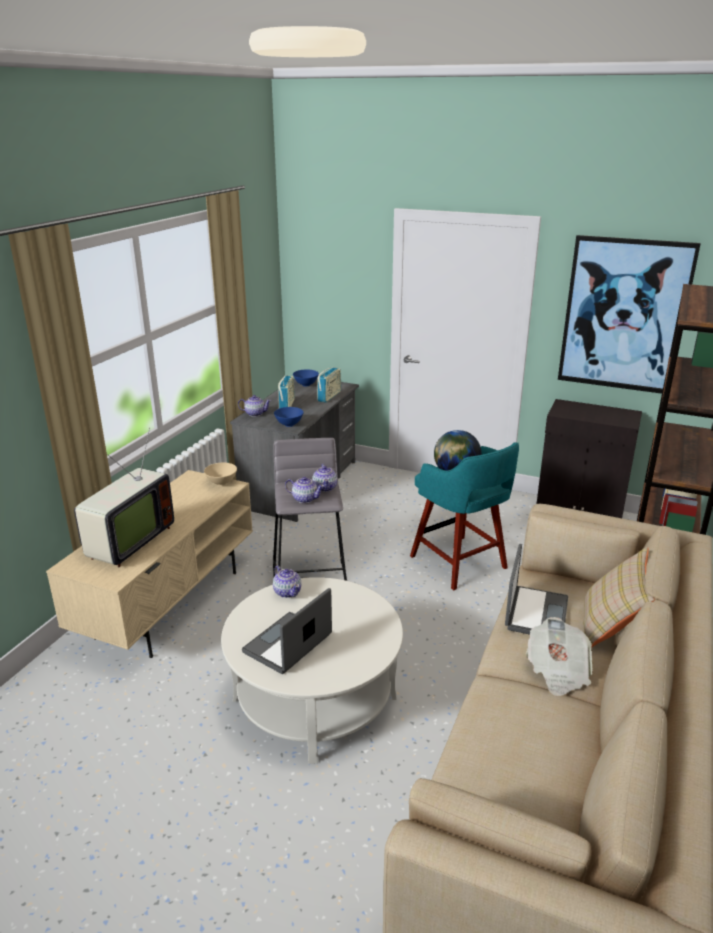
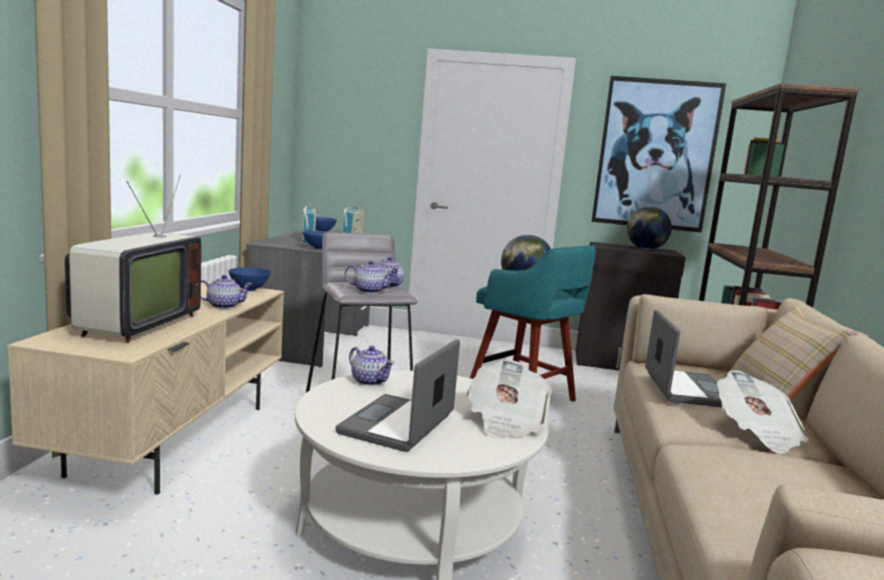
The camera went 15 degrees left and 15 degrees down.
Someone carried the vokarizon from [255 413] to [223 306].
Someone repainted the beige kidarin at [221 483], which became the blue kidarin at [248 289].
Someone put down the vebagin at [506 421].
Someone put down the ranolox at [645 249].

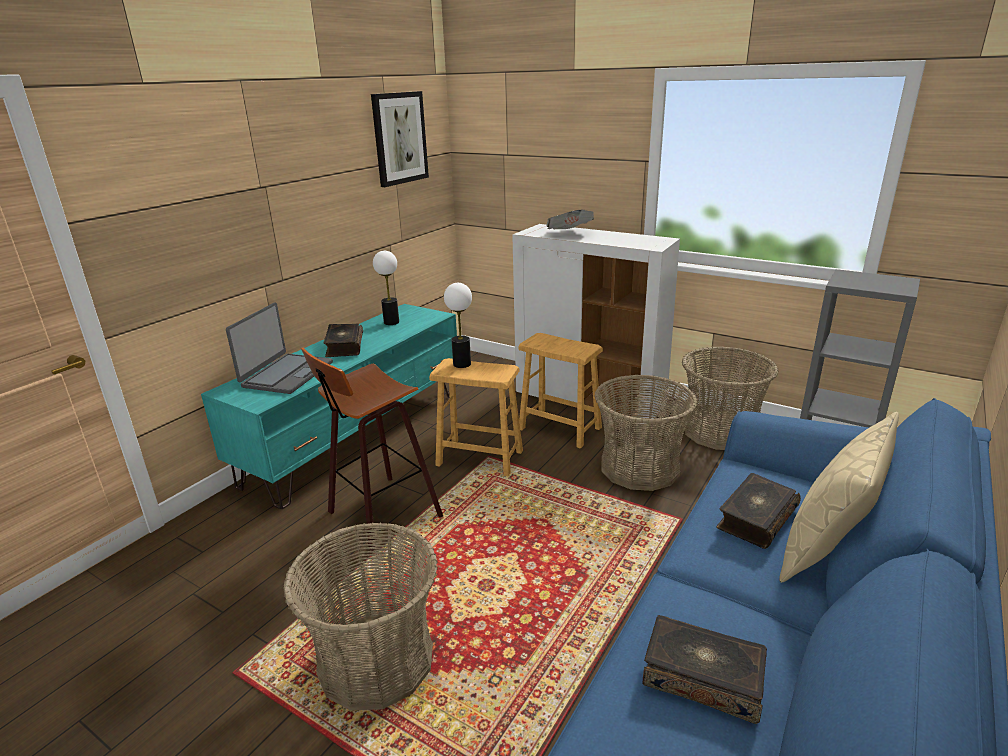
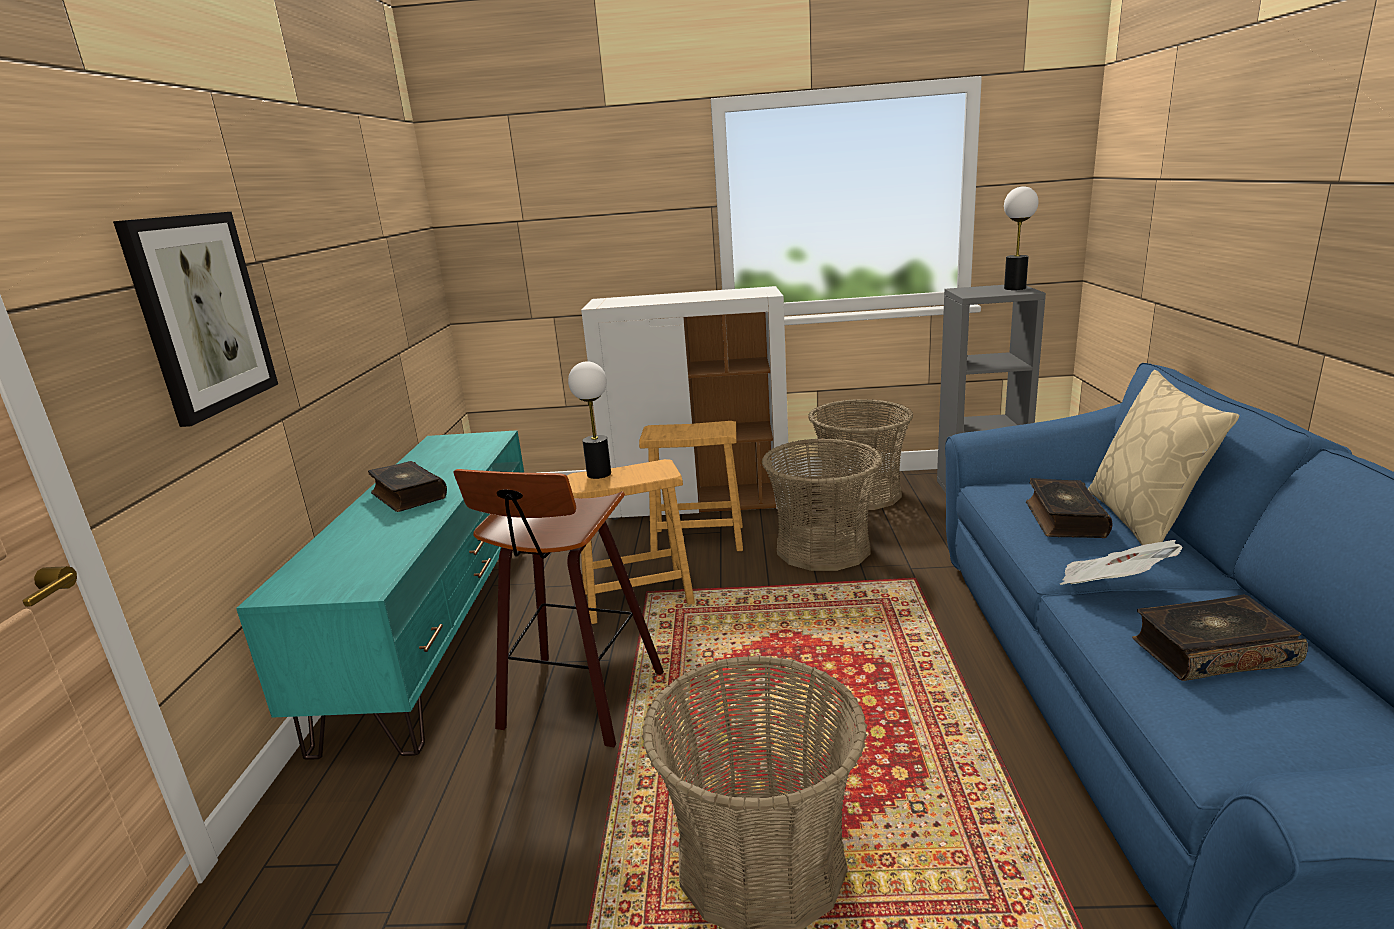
The camera went 30 degrees left and 5 degrees down.
Someone carried the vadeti from [399 138] to [201 314].
Someone carried the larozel from [391 322] to [1015 288].
Someone carried the vebagin from [569 234] to [1111 587].
Someone took away the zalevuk at [286 374].

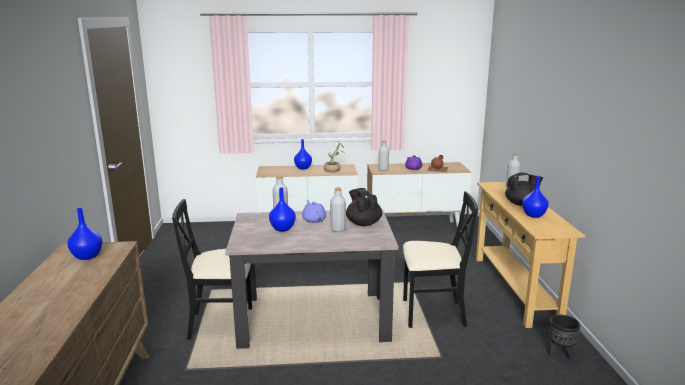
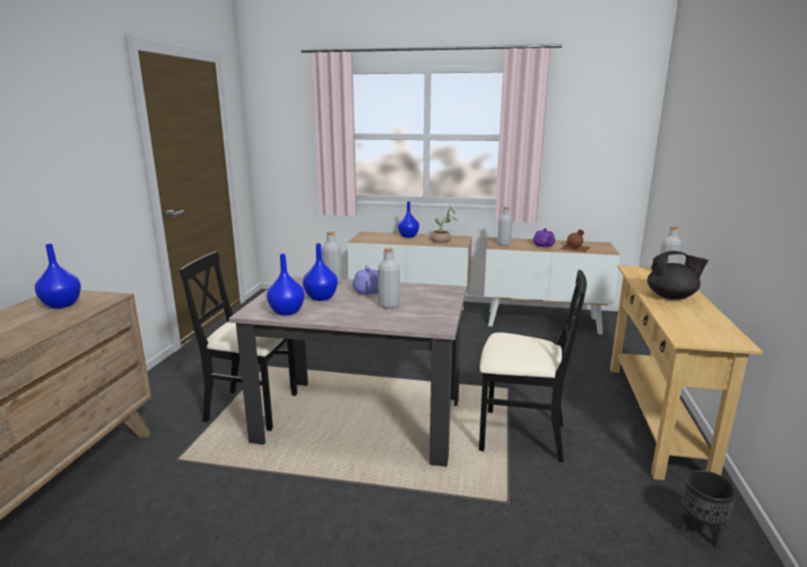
The camera went 15 degrees right and 0 degrees up.
Someone carried the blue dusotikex from [534 215] to [287 312].
Someone took away the black vokarizon at [363 223].

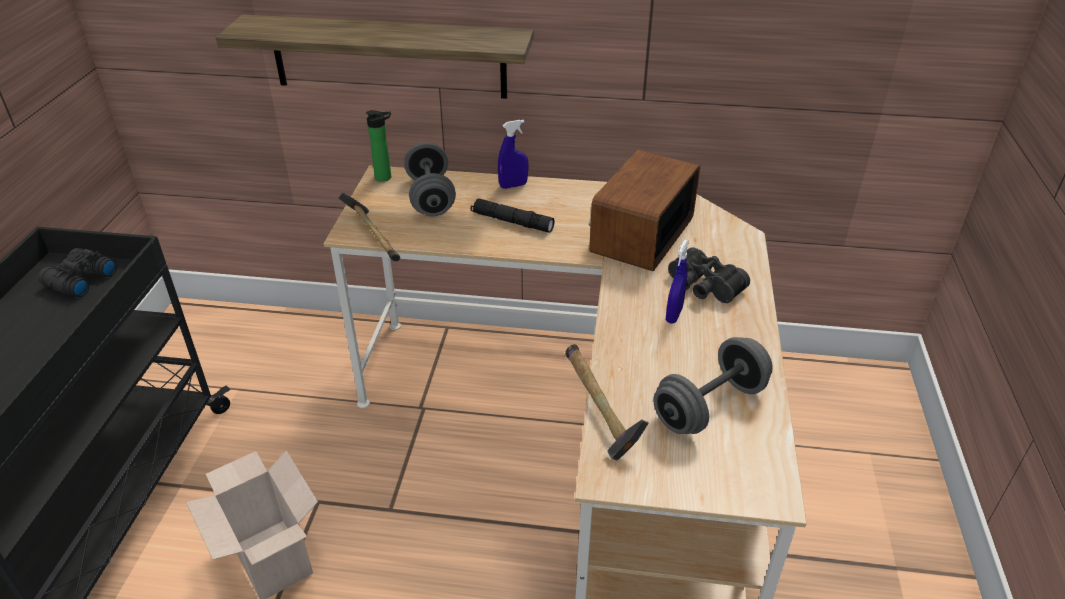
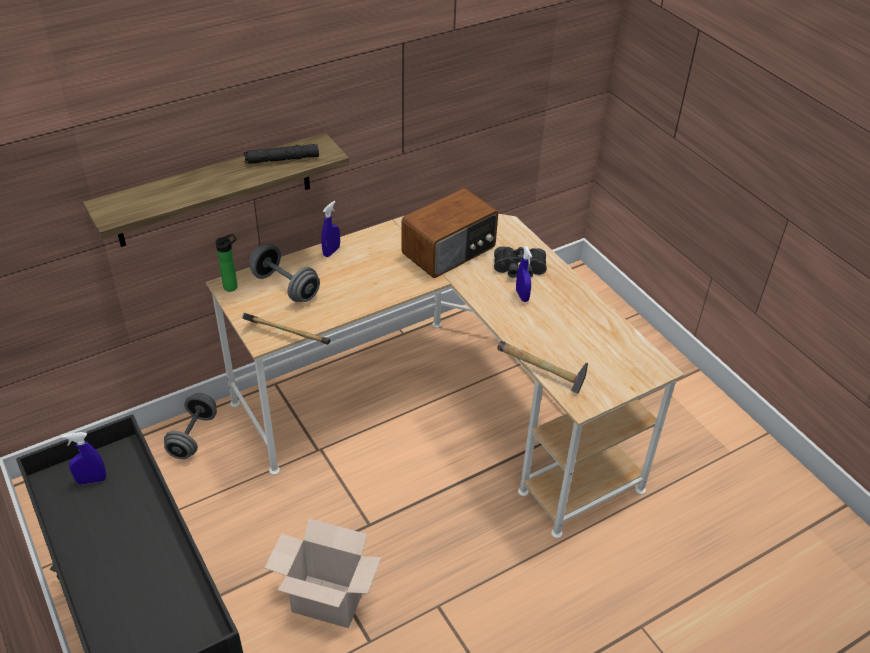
The camera went 40 degrees left and 5 degrees up.
Someone swapped the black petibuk at [79 280] for the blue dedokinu at [91 480].
Someone carried the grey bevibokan from [709 406] to [193 436].
Someone carried the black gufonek from [512 222] to [282 159].
Someone rotated the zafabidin at [640 234] by 120 degrees counterclockwise.

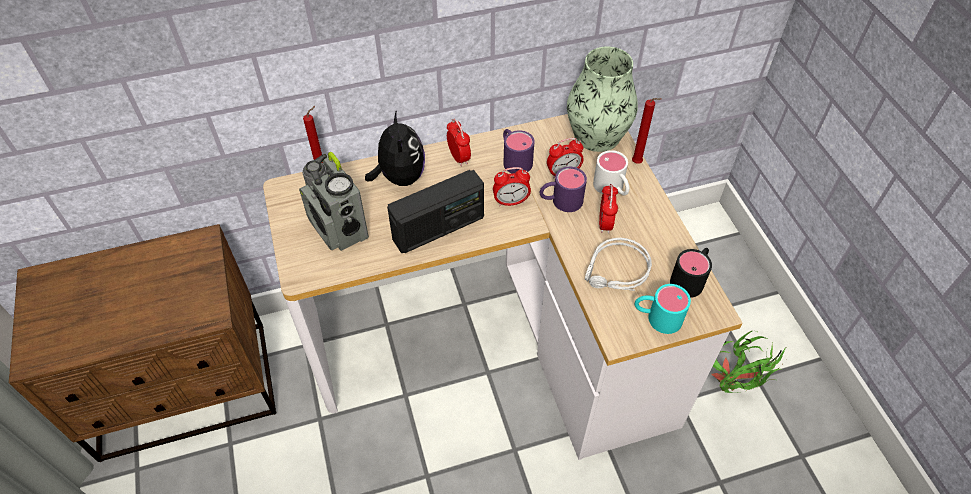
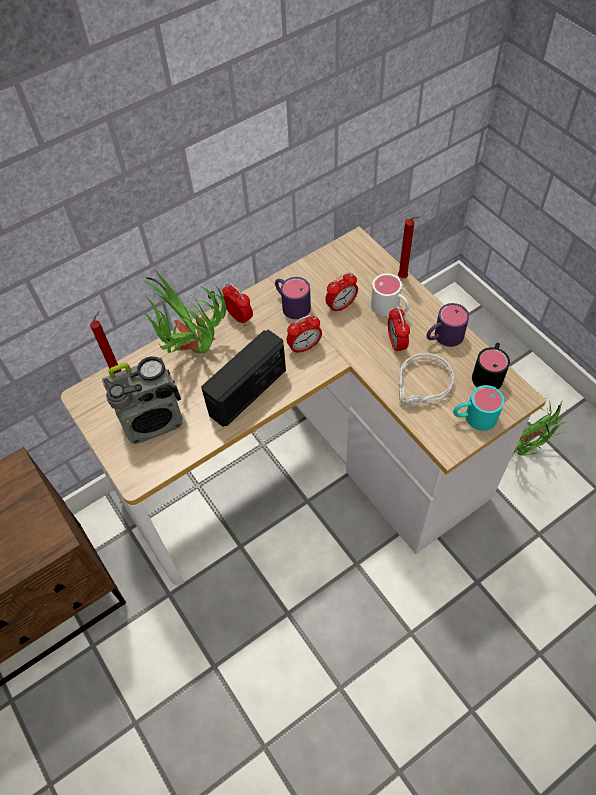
The camera went 15 degrees left and 5 degrees up.
Someone rotated the zafabidin at [339 229] by 60 degrees counterclockwise.
Someone swapped the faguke at [400 177] for the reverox at [191 352].
Someone carried the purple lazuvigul from [560 201] to [443 337].
Someone took away the dusotikex at [597 135].

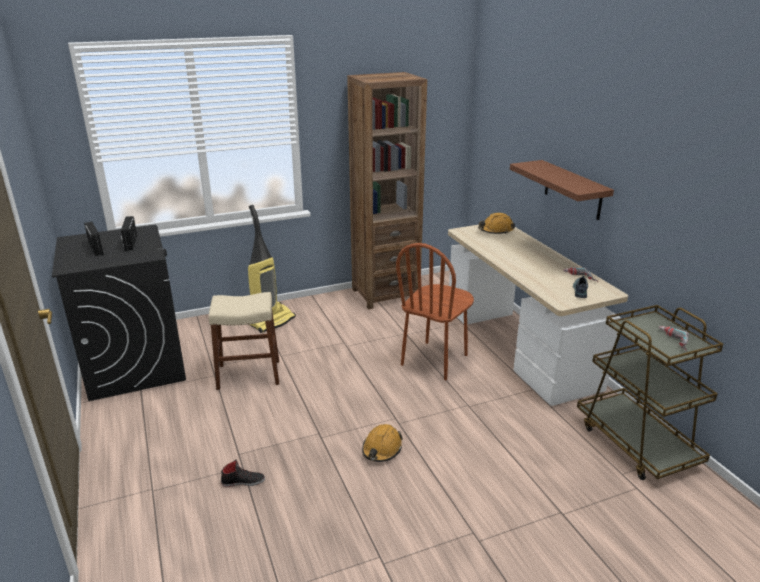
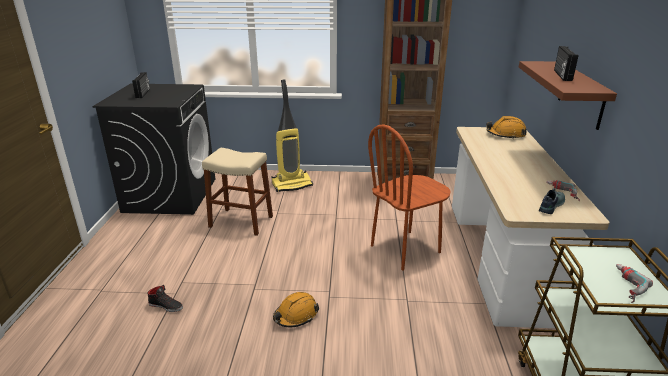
The camera went 25 degrees right and 0 degrees up.
Someone carried the zafabidin from [130 243] to [561 75].

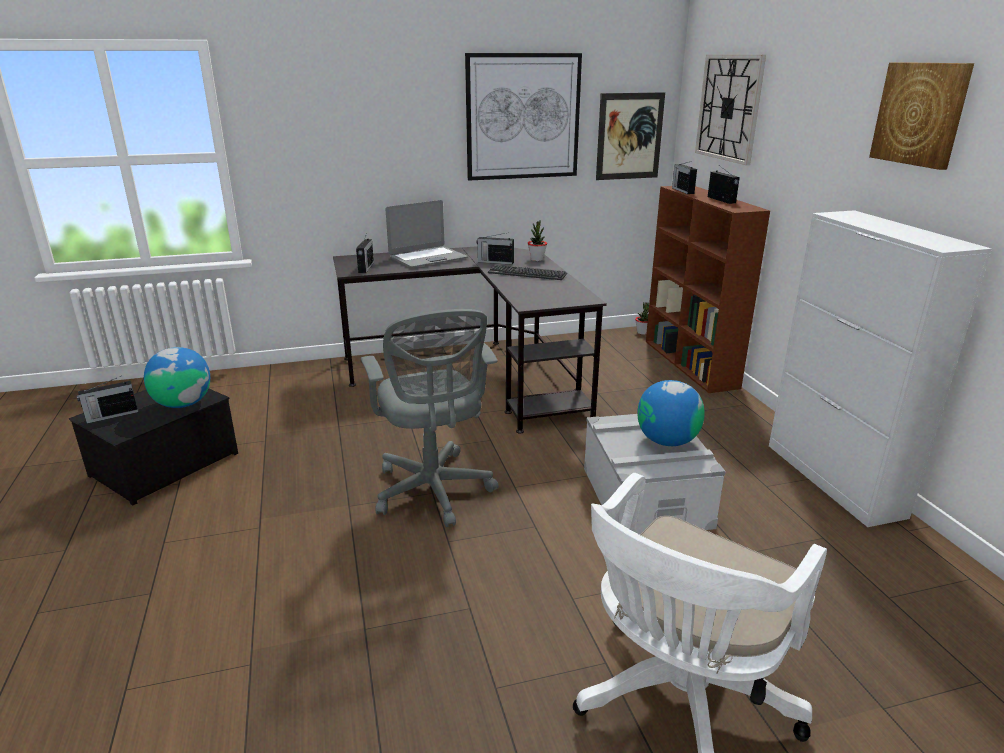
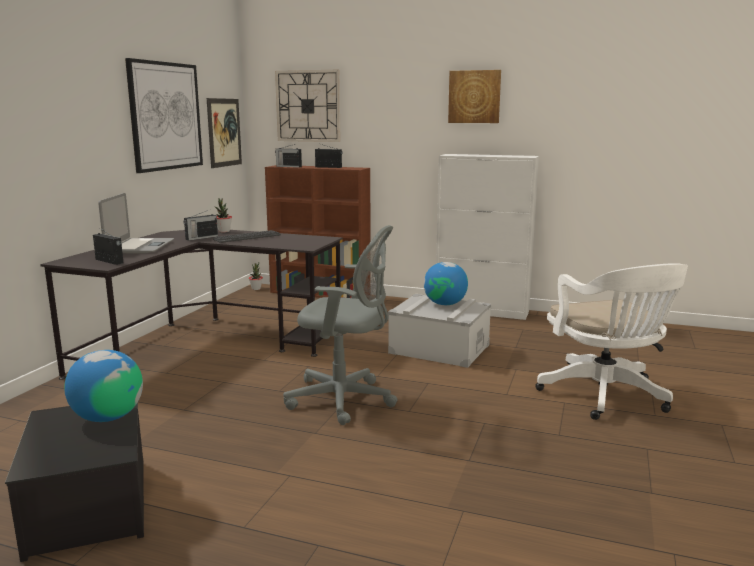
The camera went 55 degrees left and 10 degrees down.
Someone took away the zafabidin at [111 416].

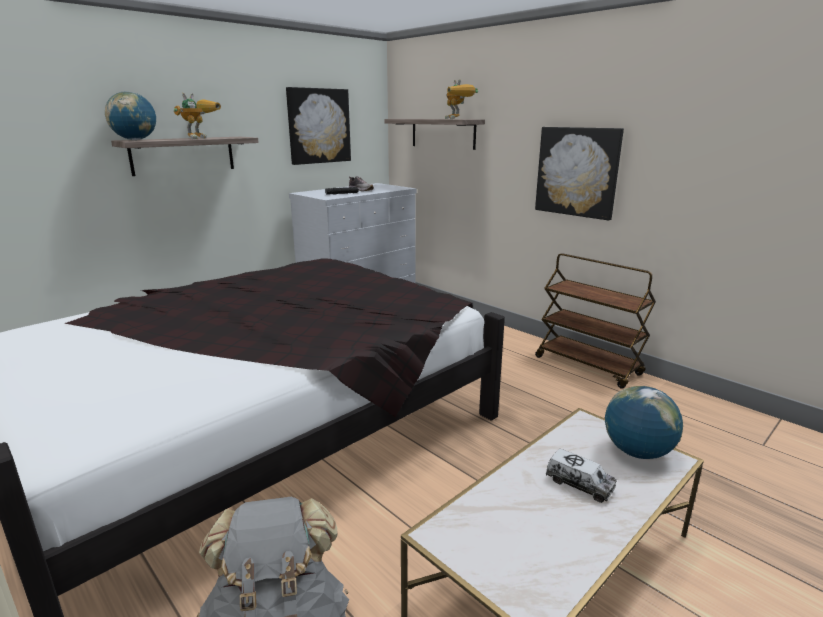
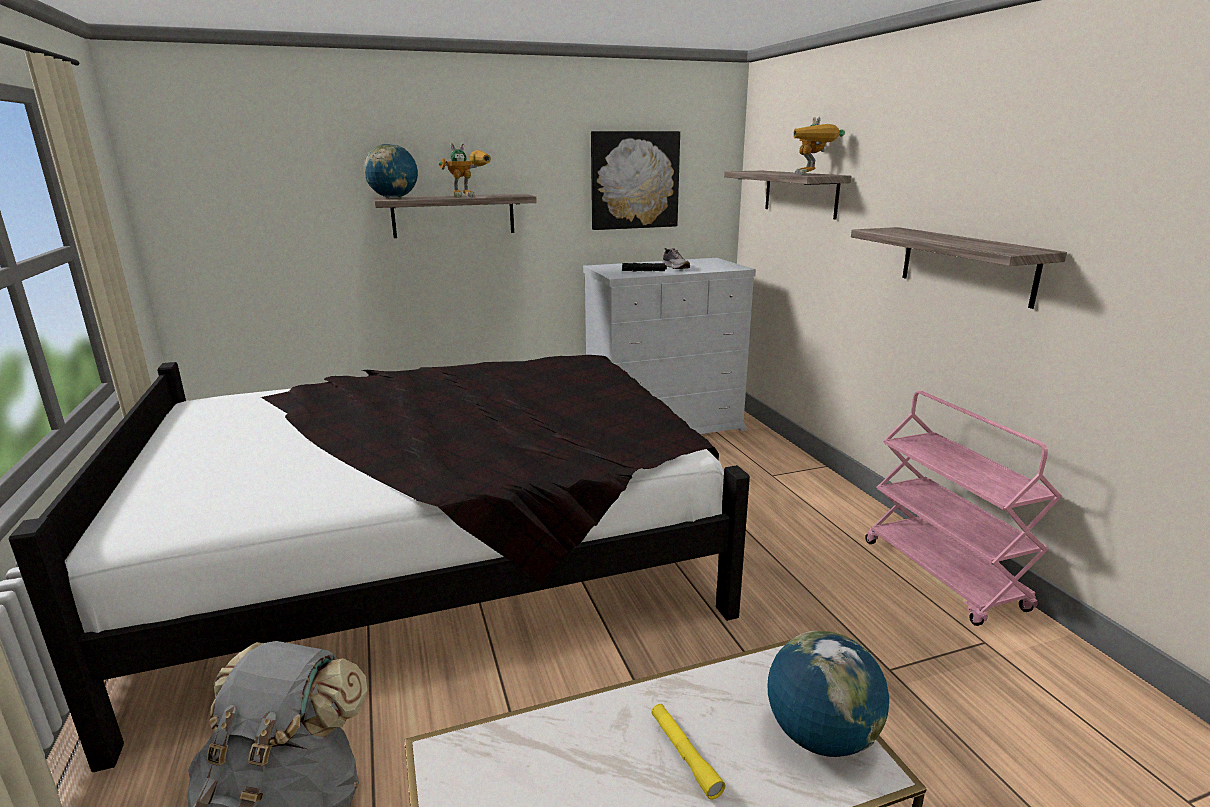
The camera went 25 degrees right and 0 degrees up.
Someone swapped the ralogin at [579 484] for the yellow gufonek at [684 755].
Someone swapped the vadeti at [577 172] for the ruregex at [966 265].
Someone repainted the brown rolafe at [588 366], which became the pink rolafe at [944 575].

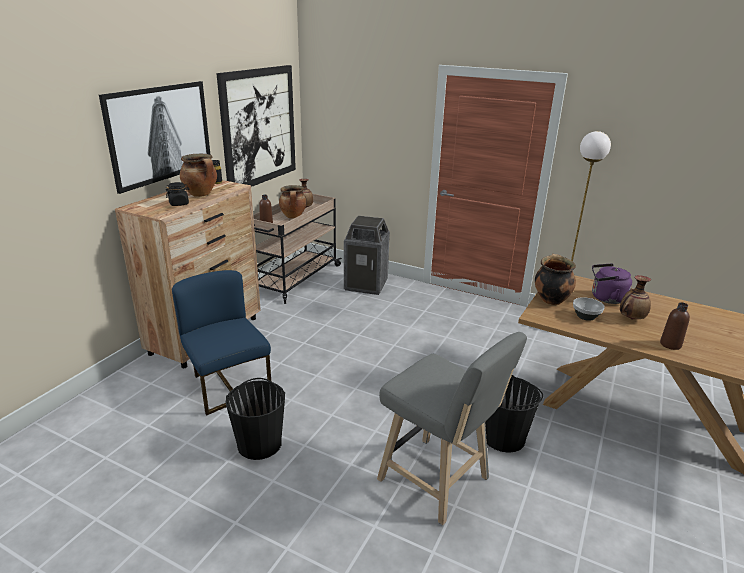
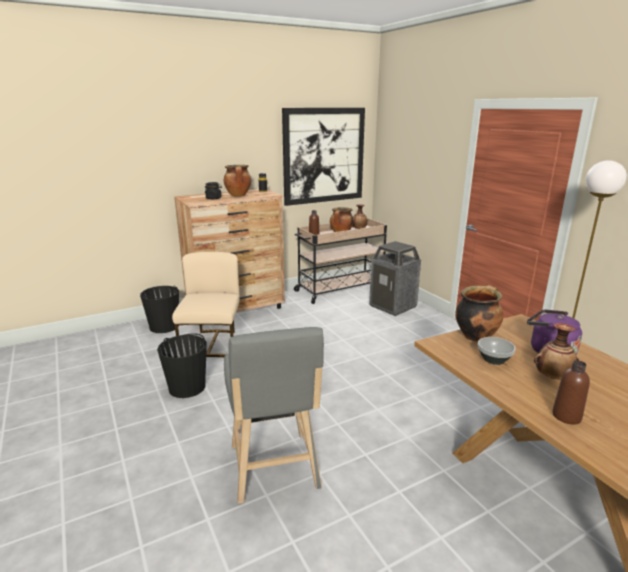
The camera went 35 degrees right and 5 degrees down.
Someone carried the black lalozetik from [504 437] to [164 326].
Someone repainted the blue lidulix at [227 385], which became the beige lidulix at [212 344].
Someone took away the vadeti at [160 133].

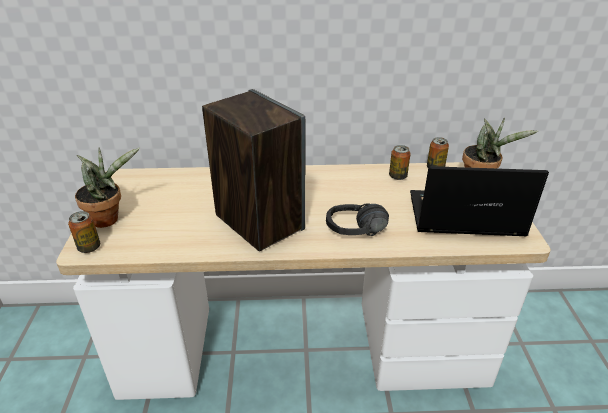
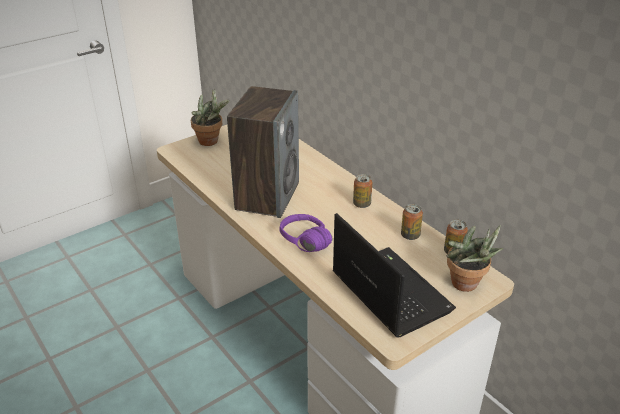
The camera went 55 degrees right and 0 degrees up.
Someone repainted the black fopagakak at [358 235], which became the purple fopagakak at [299 245].
Someone carried the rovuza from [89 247] to [362 204].

